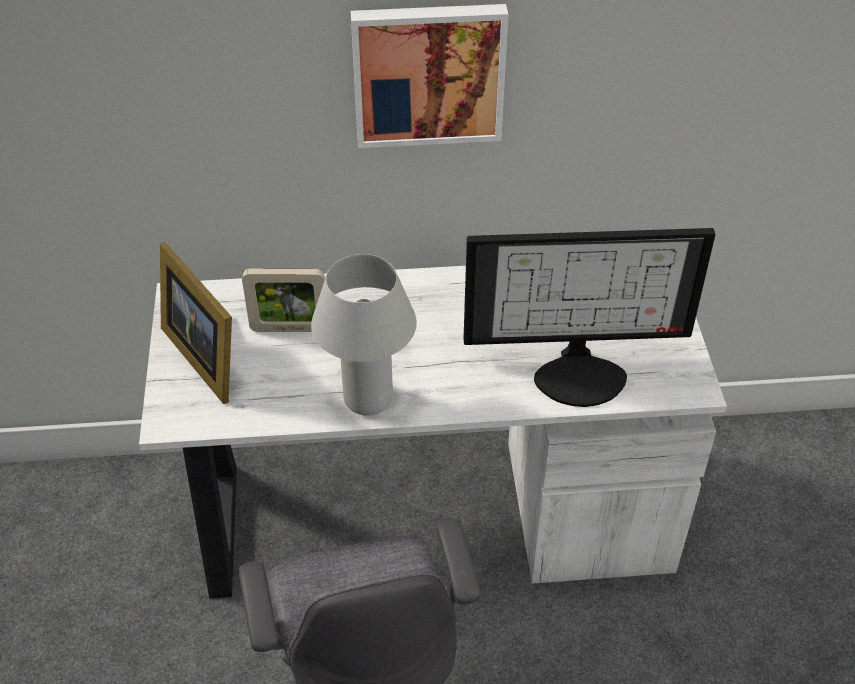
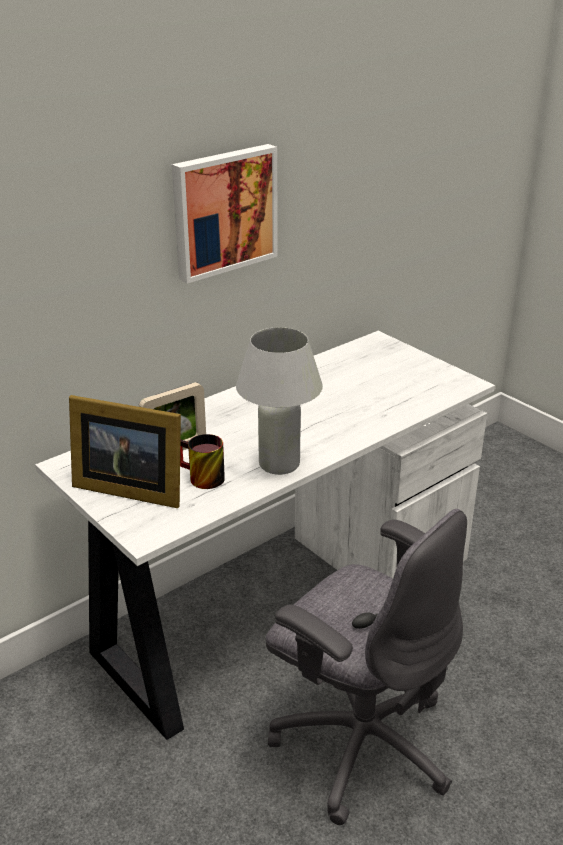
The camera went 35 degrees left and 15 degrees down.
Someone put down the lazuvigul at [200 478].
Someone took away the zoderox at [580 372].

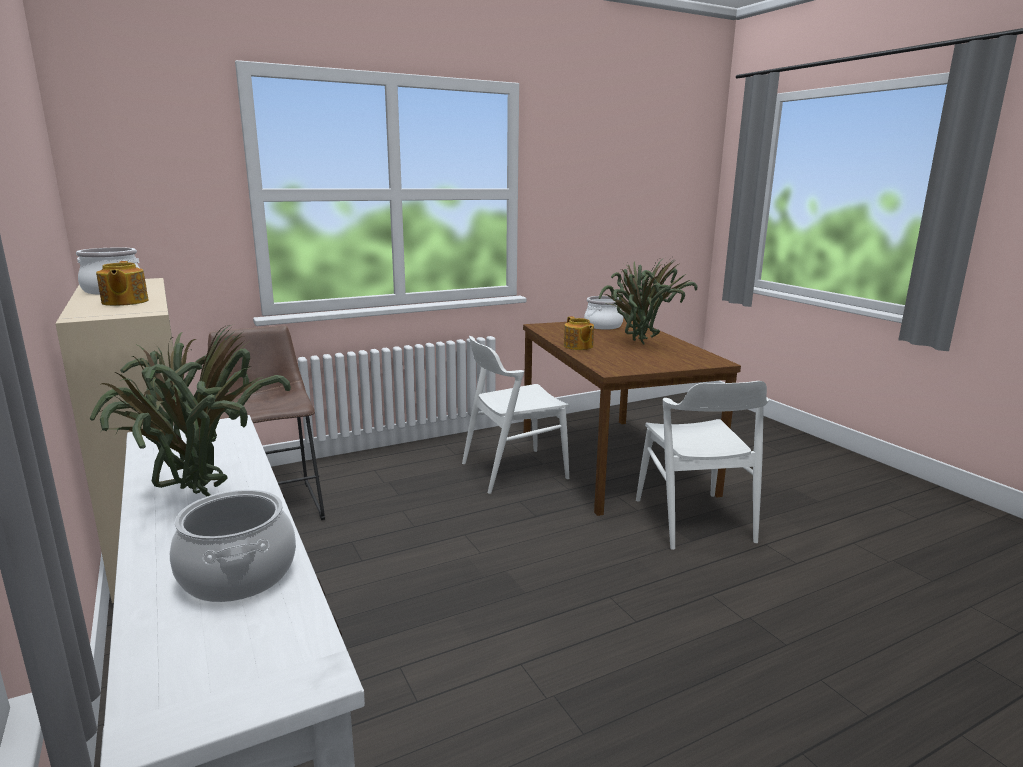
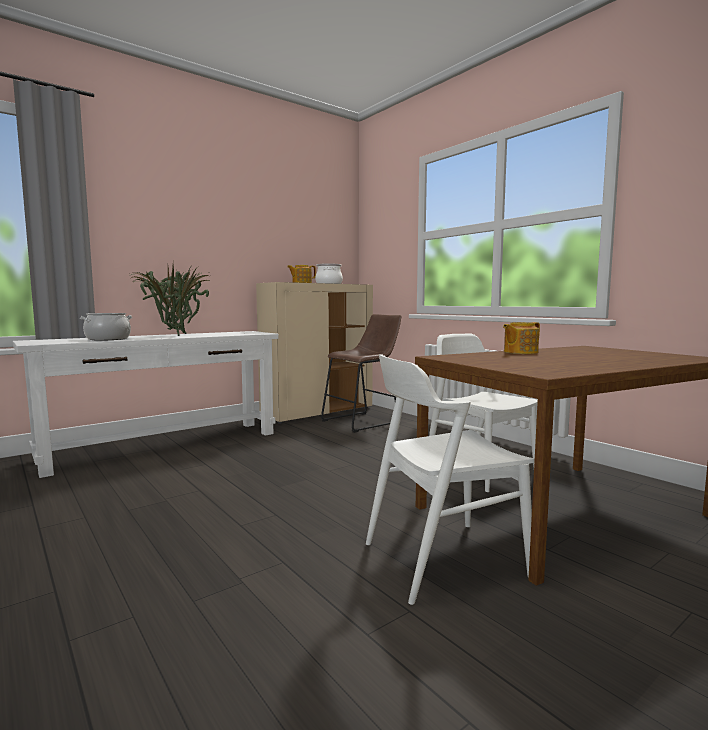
The camera went 80 degrees right and 10 degrees down.
Someone took away the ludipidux at [603 326].
Someone took away the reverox at [640 345].

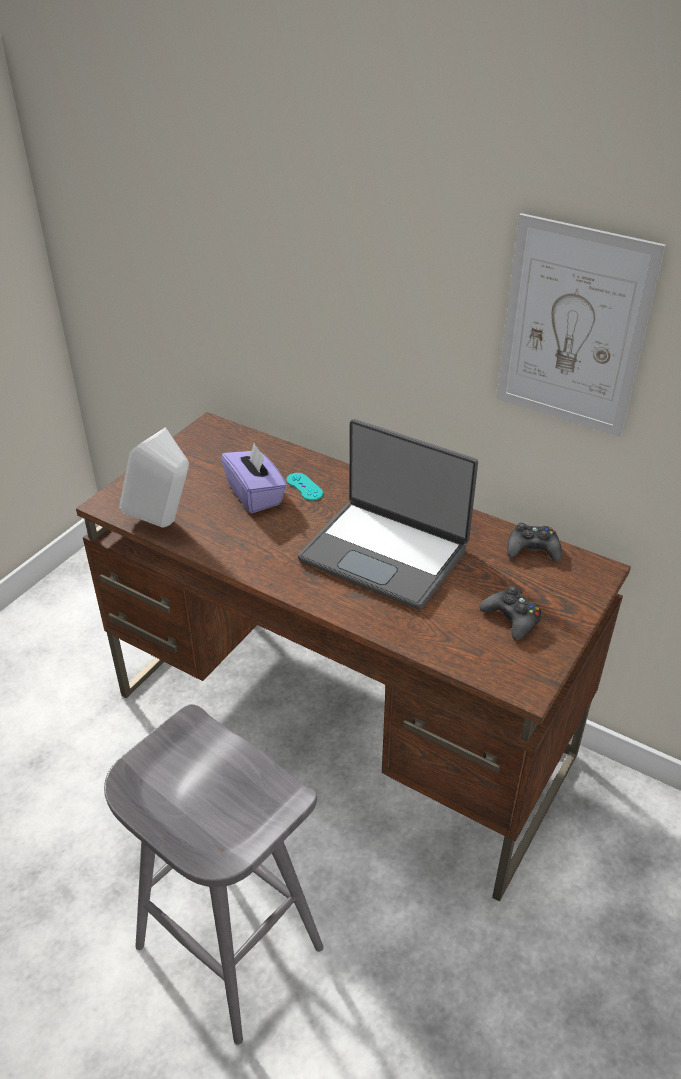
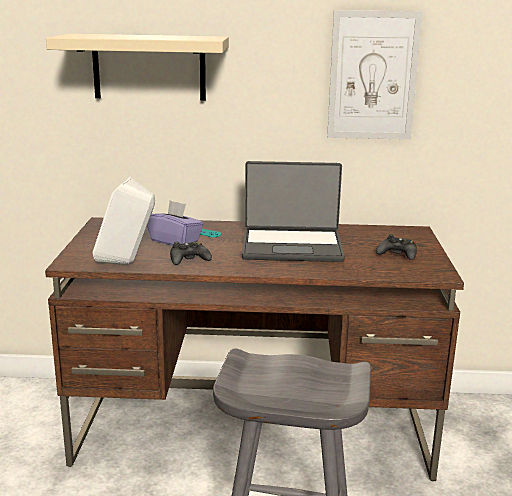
The camera went 30 degrees left and 20 degrees down.
Someone put up the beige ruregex at [149 67].
Someone carried the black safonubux from [532 549] to [189 259].

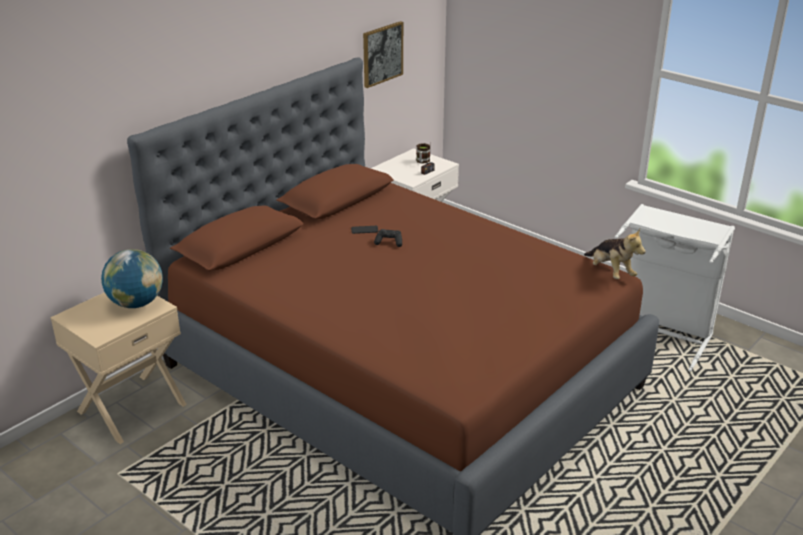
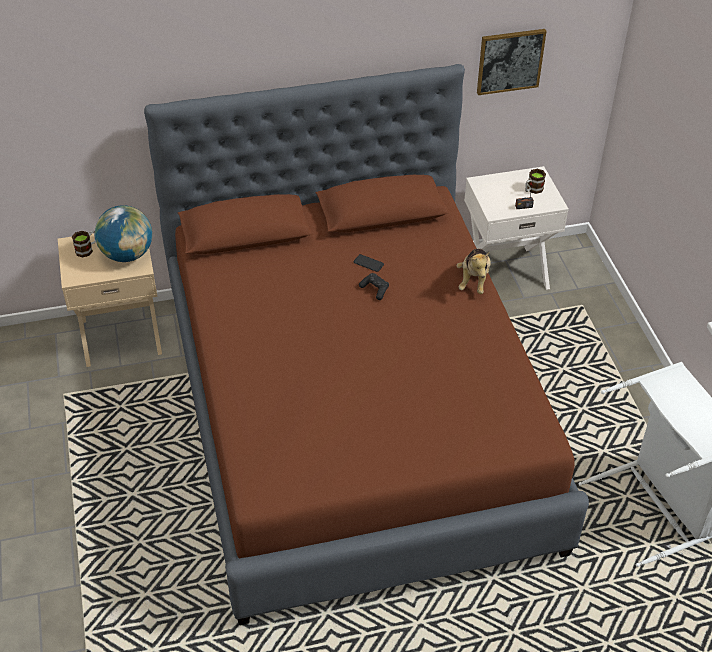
The camera went 35 degrees right and 15 degrees up.
Someone put down the lazuvigul at [87 249].
Someone carried the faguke from [610 272] to [474 280].

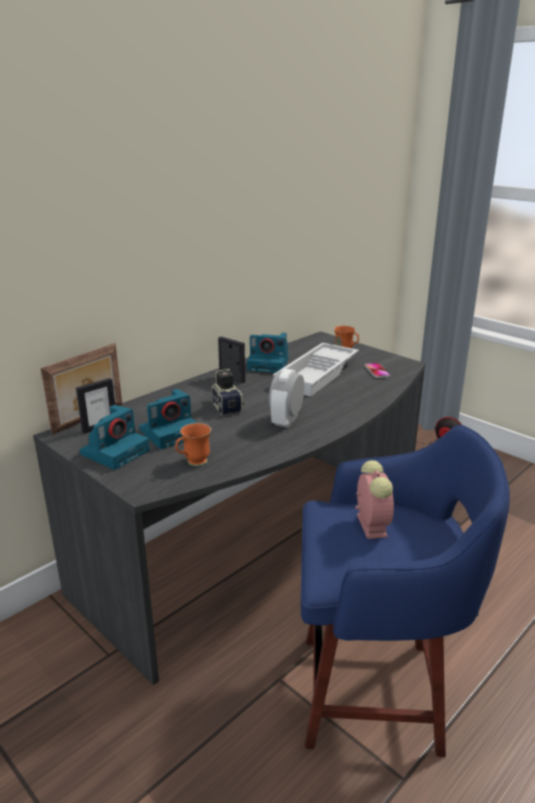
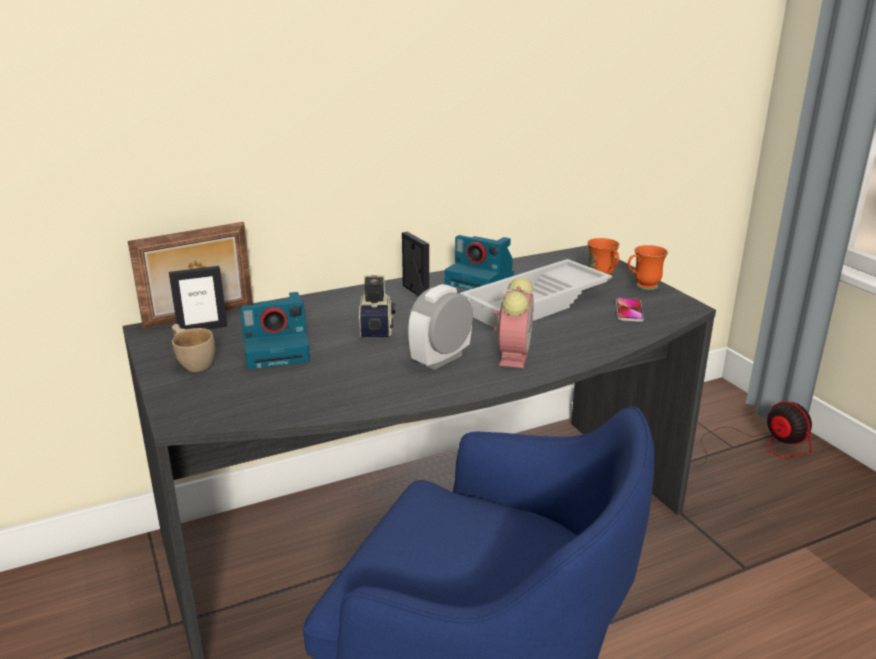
The camera went 20 degrees right and 0 degrees up.
Someone swapped the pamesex at [115 451] for the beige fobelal at [193 362].
Someone carried the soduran from [370 524] to [514 354].
Someone carried the orange lazuvigul from [193 463] to [642 287].

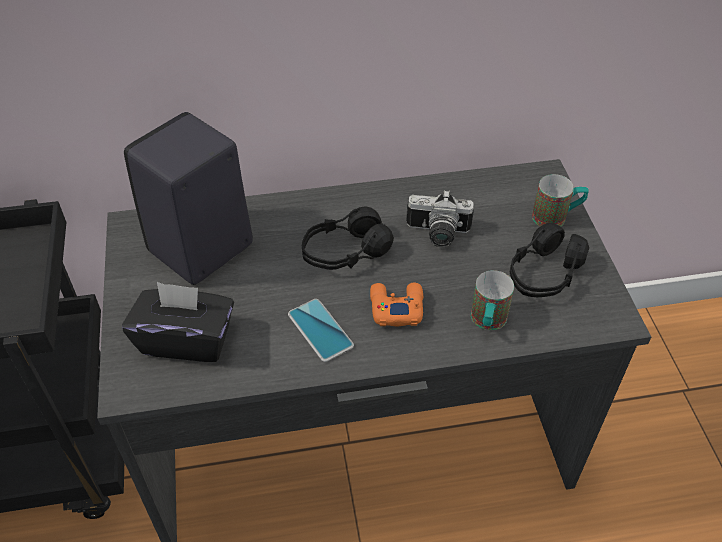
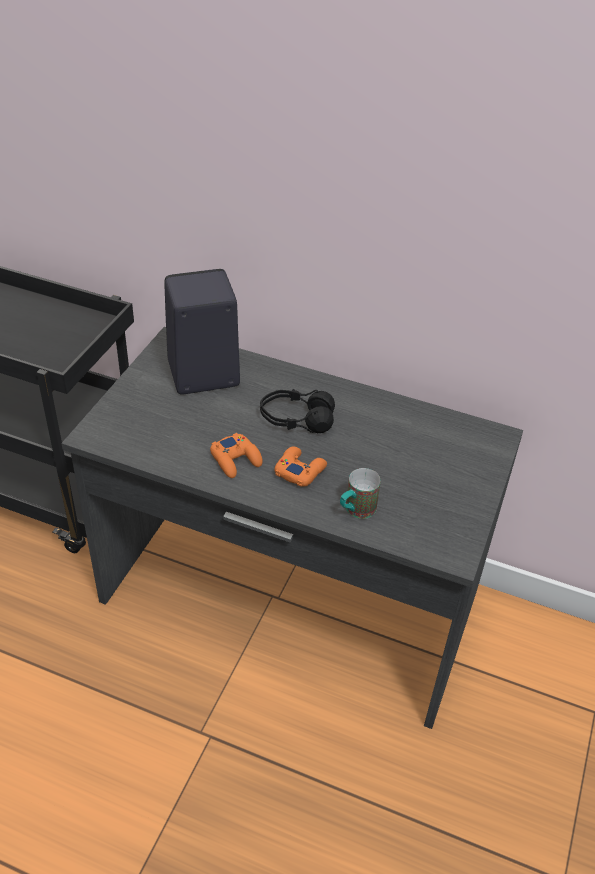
The camera went 30 degrees right and 5 degrees down.
Someone swapped the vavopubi at [320 330] for the orange safonubux at [236 459].
Someone took away the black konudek at [186 340].
Someone took away the pamesex at [437 234].
Someone took away the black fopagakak at [544 274].
Someone took away the lazuvigul at [556 217].

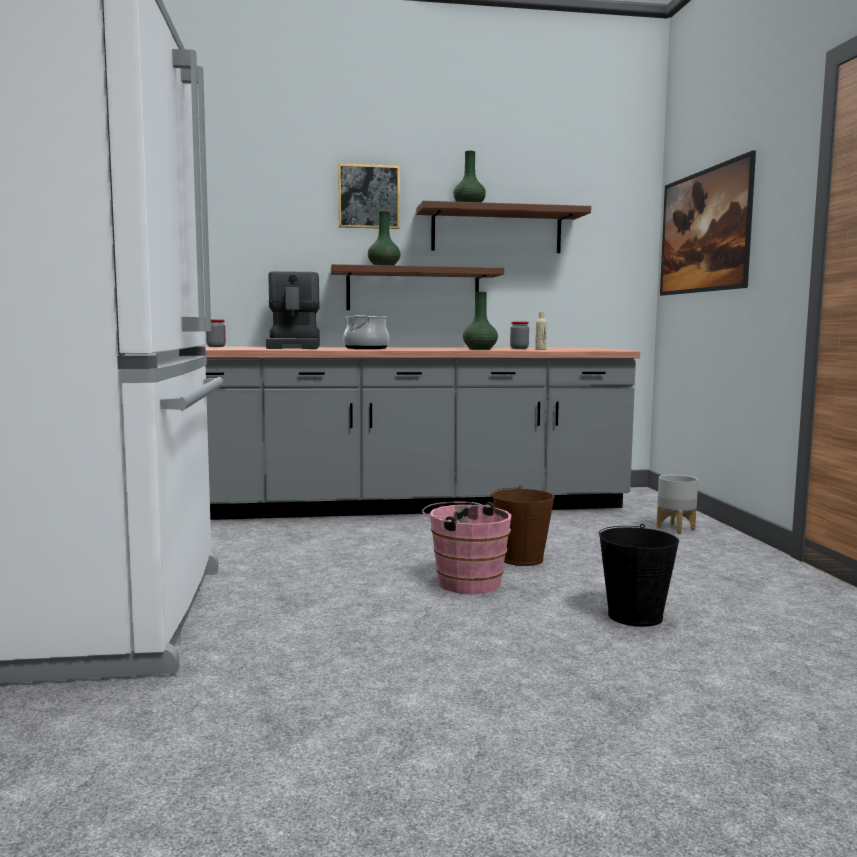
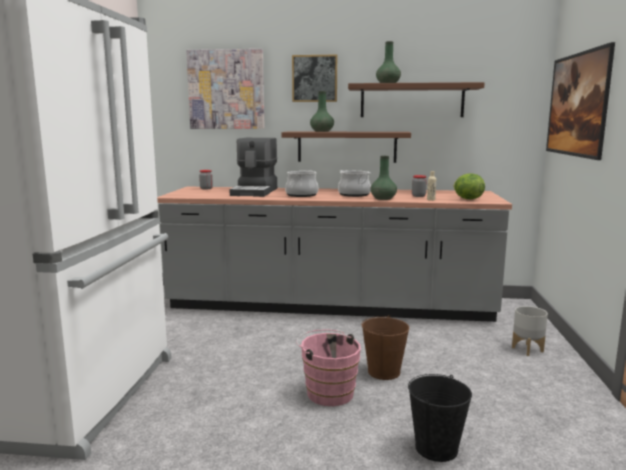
The camera went 15 degrees right and 5 degrees up.
Someone put up the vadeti at [226 89].
Someone put down the ludipidux at [354 194].
Someone put down the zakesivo at [467 199].

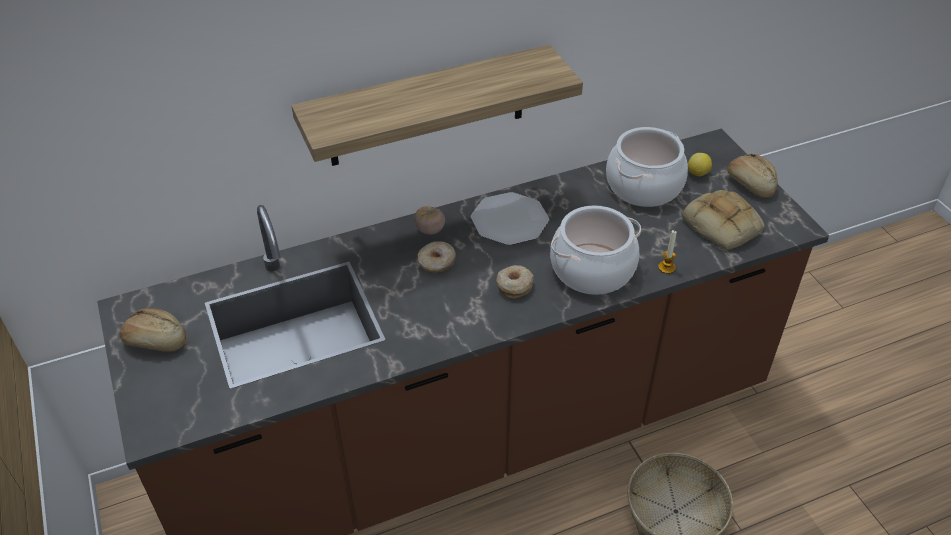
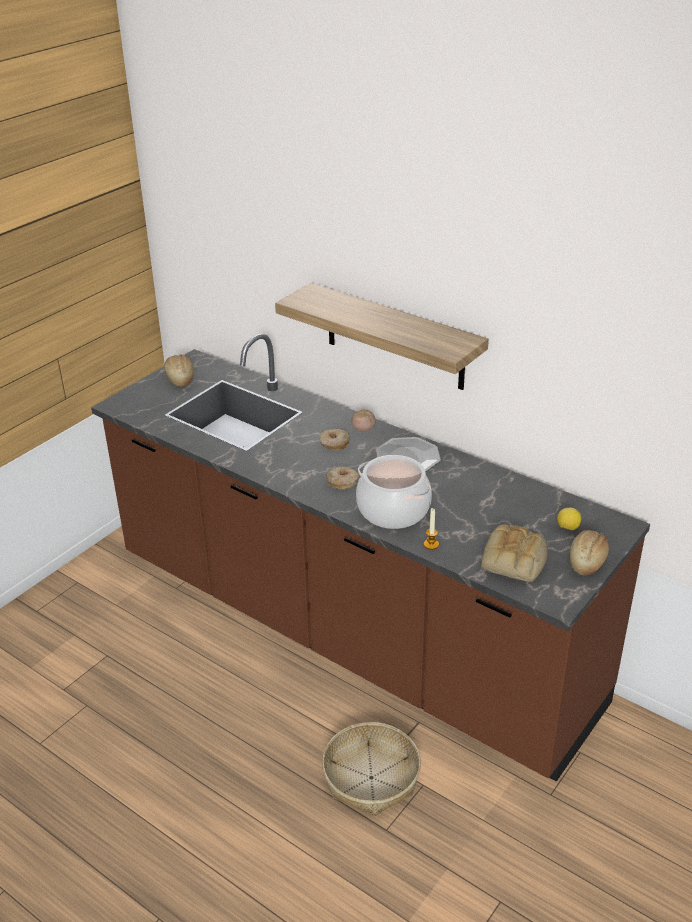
The camera went 60 degrees right and 10 degrees down.
Someone took away the ludipidux at [644 186].

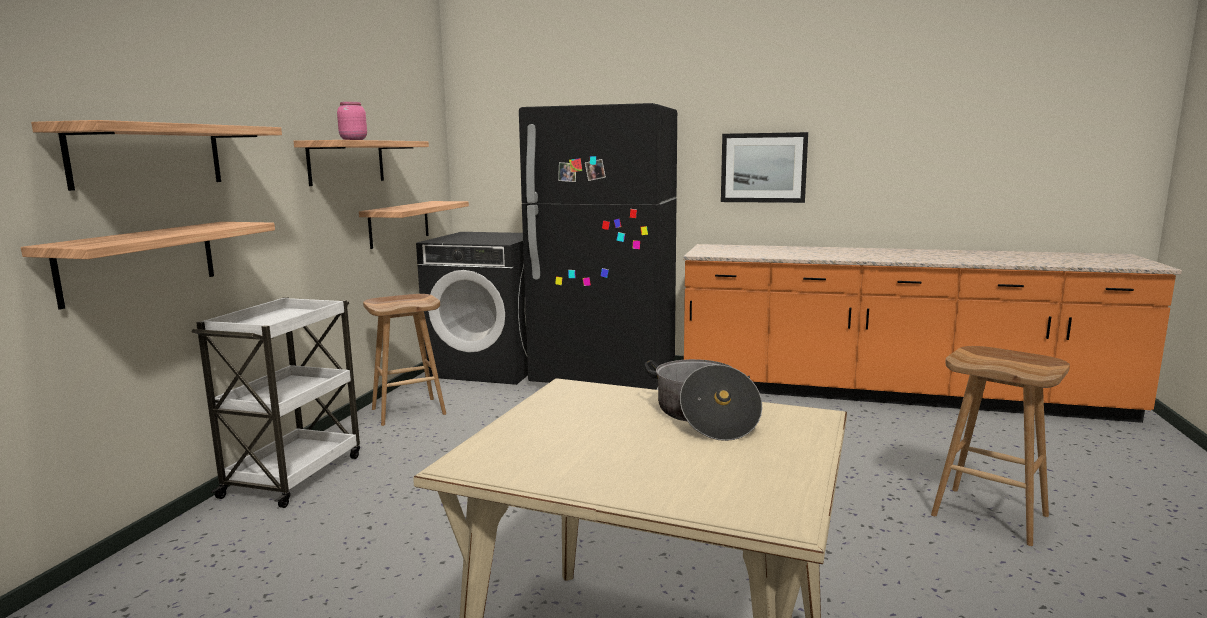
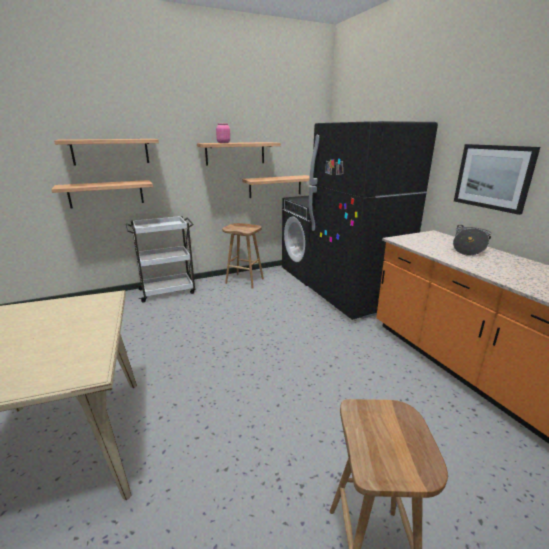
The camera went 50 degrees right and 10 degrees up.
Someone carried the ludipidux from [703 417] to [468 248].

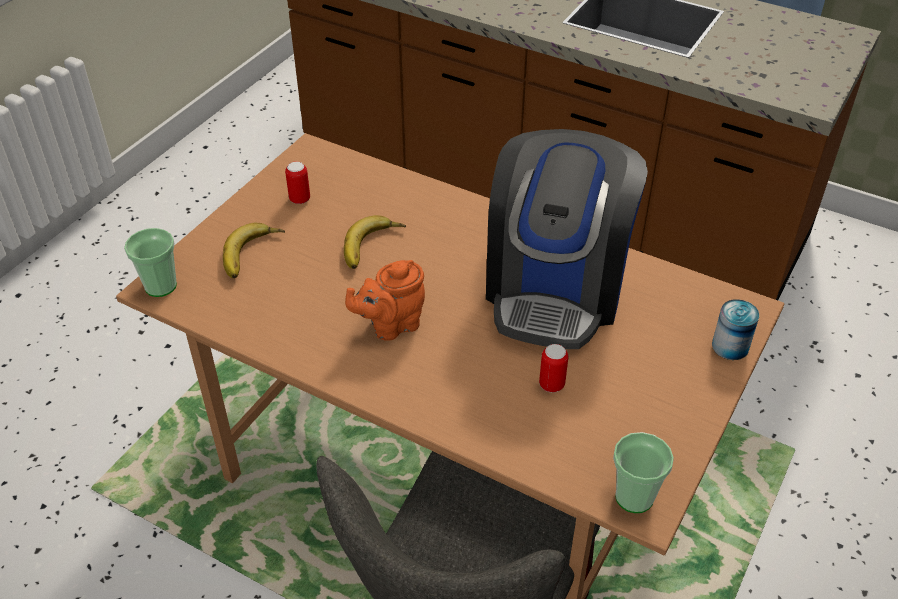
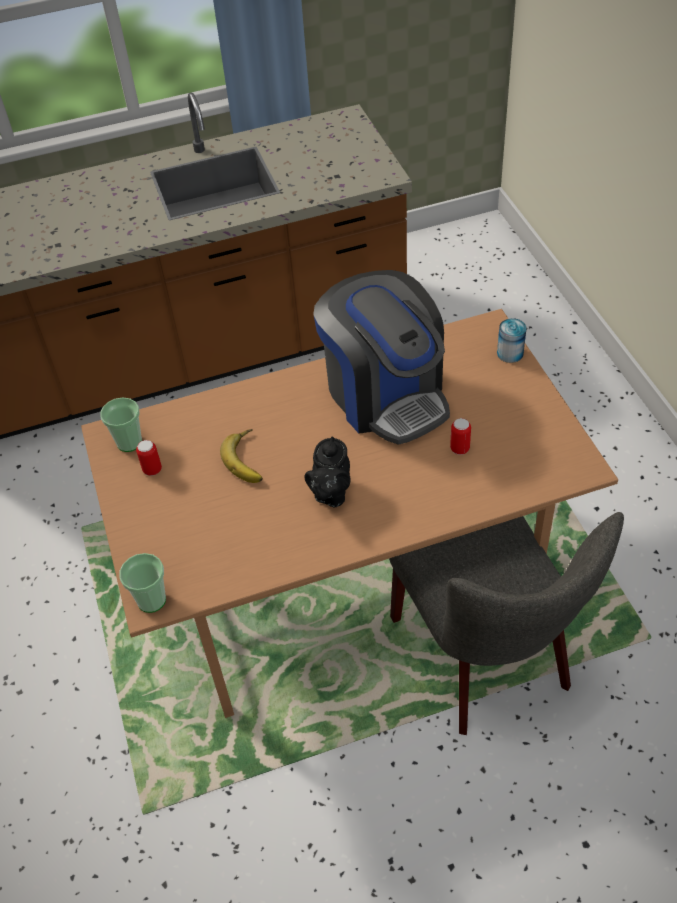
The camera went 45 degrees left and 5 degrees up.
Someone carried the fobelal from [634 497] to [129 442].
Someone repainted the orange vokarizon at [391 325], which became the black vokarizon at [330 494].
Someone took away the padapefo at [253 255].

